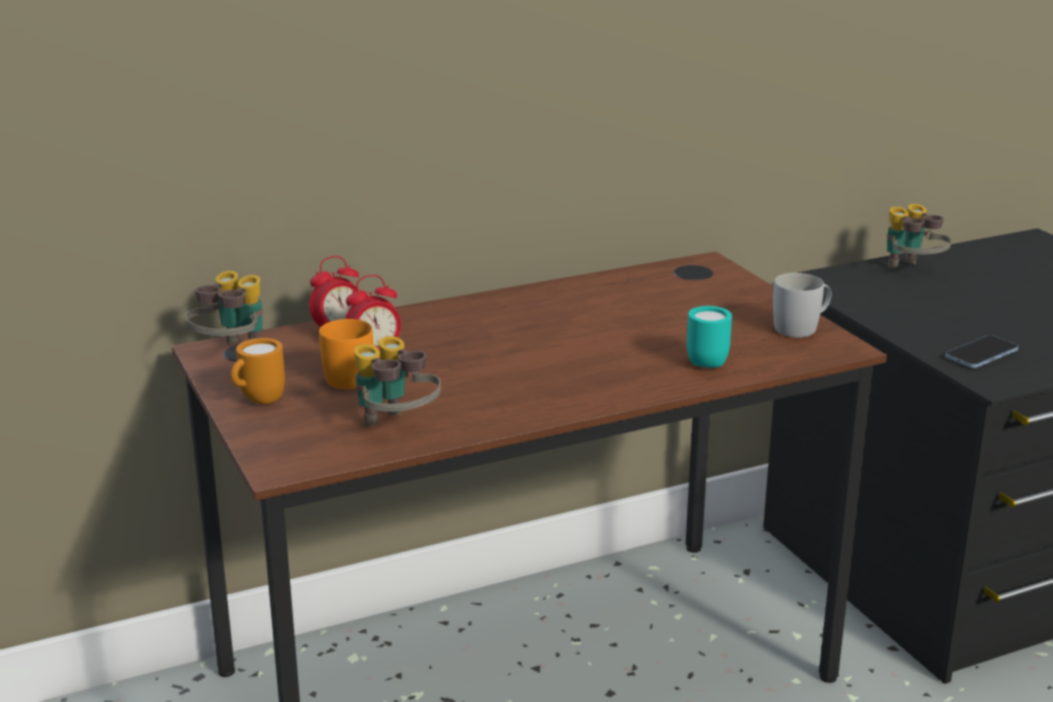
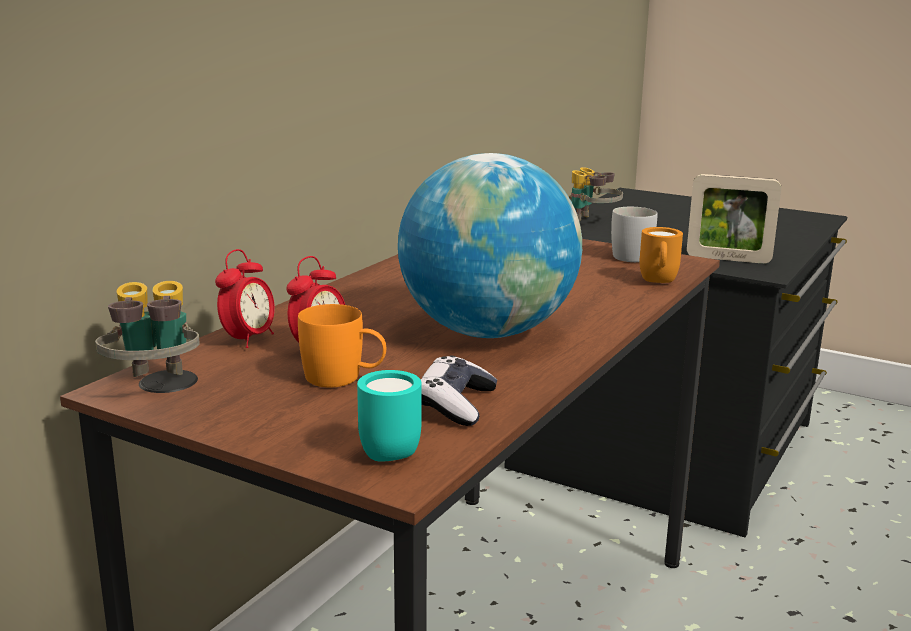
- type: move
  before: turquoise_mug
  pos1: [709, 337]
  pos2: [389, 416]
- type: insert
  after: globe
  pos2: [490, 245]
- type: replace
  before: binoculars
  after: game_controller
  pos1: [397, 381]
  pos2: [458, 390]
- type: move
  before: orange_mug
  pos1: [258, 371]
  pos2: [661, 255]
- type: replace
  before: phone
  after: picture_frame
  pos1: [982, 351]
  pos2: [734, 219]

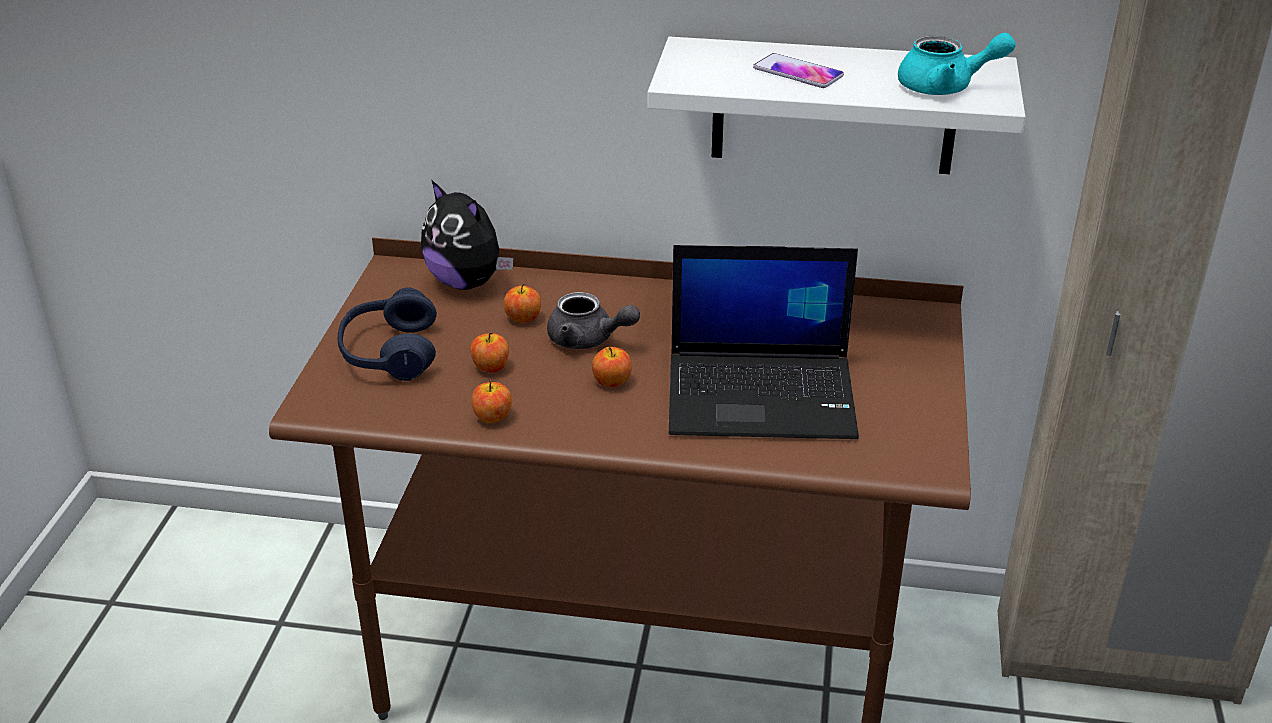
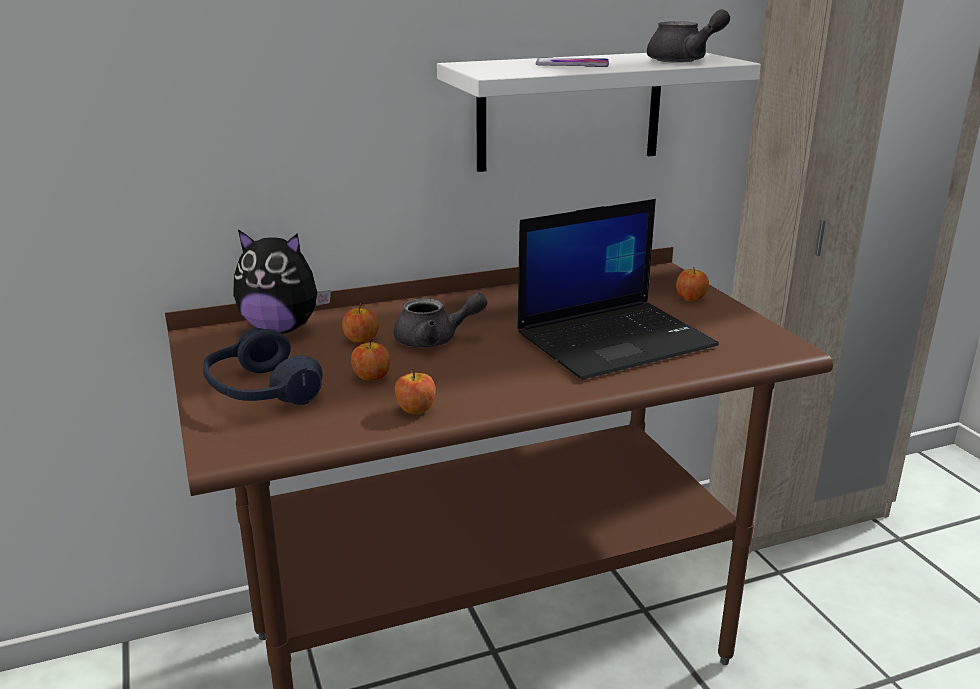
- type: recolor
  before: turquoise_teapot
  after: grey_teapot
  pos1: [957, 64]
  pos2: [688, 36]
- type: move
  before: apple
  pos1: [612, 367]
  pos2: [692, 283]

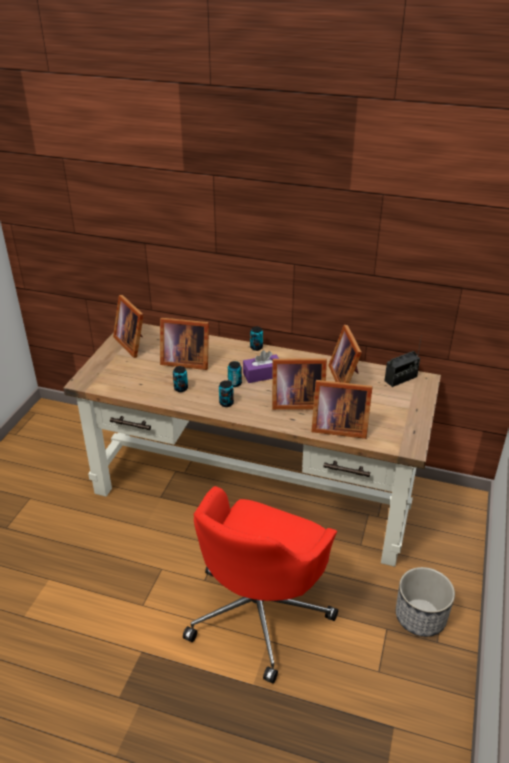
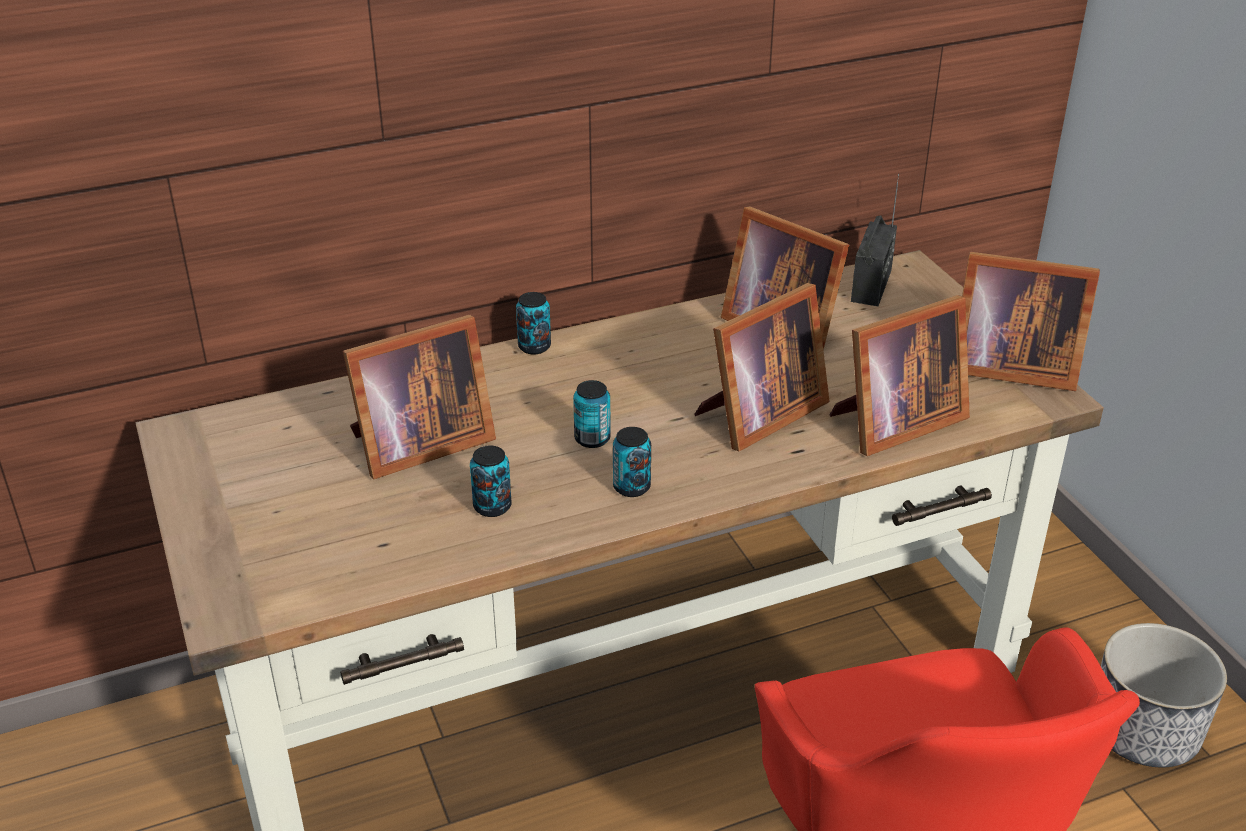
- type: move
  before: picture_frame
  pos1: [128, 326]
  pos2: [1031, 321]
- type: delete
  before: purple_tissue_box
  pos1: [261, 366]

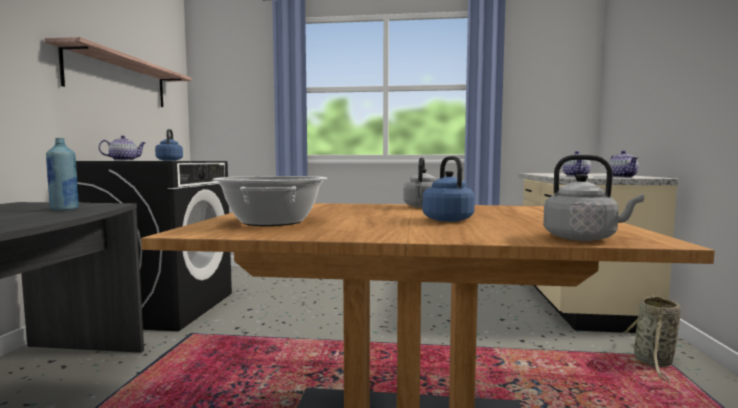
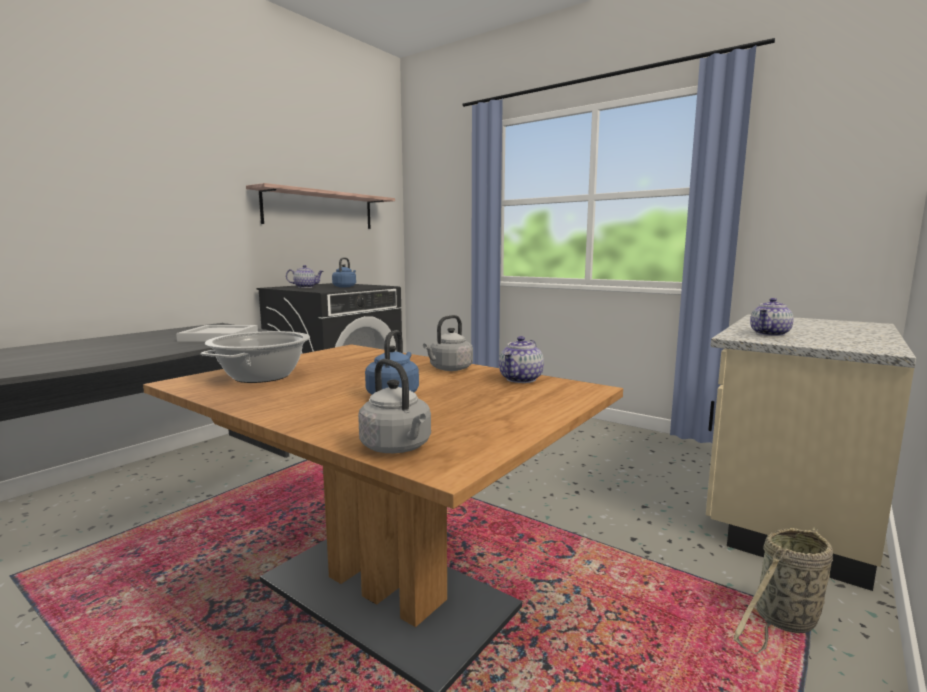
- type: replace
  before: blue_bottle
  after: white_tray
  pos1: [62, 174]
  pos2: [217, 333]
- type: move
  before: teapot
  pos1: [624, 164]
  pos2: [521, 359]

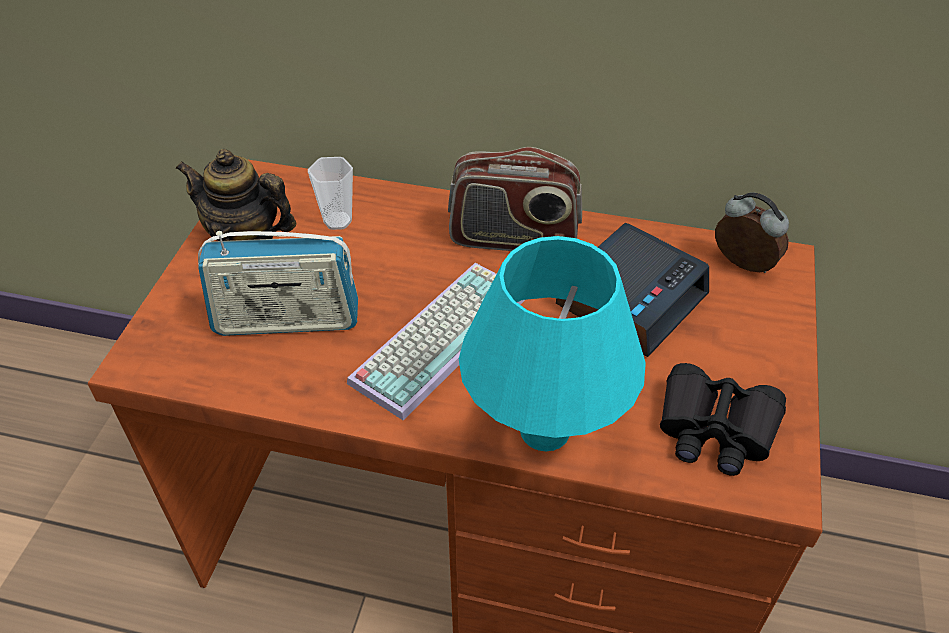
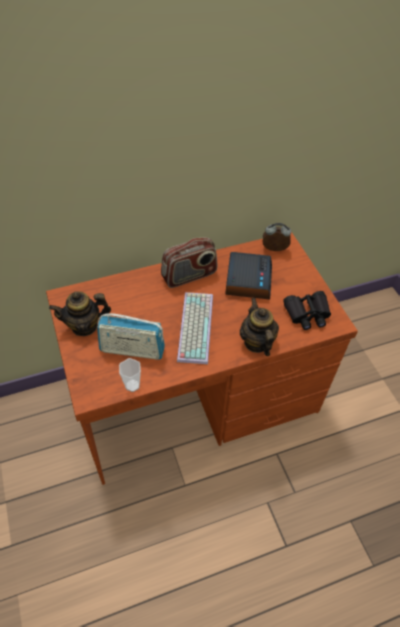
- type: rotate
  before: radio
  pos1: [278, 283]
  pos2: [131, 336]
  turn: 45
- type: move
  before: cup
  pos1: [330, 193]
  pos2: [130, 375]
- type: replace
  before: turquoise_table_lamp
  after: teapot
  pos1: [552, 343]
  pos2: [259, 327]

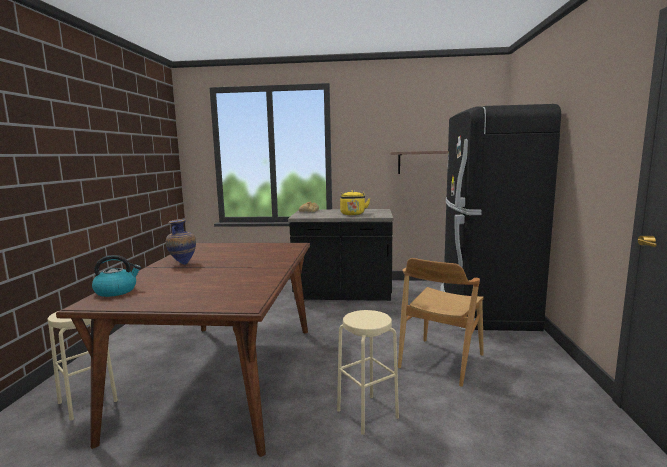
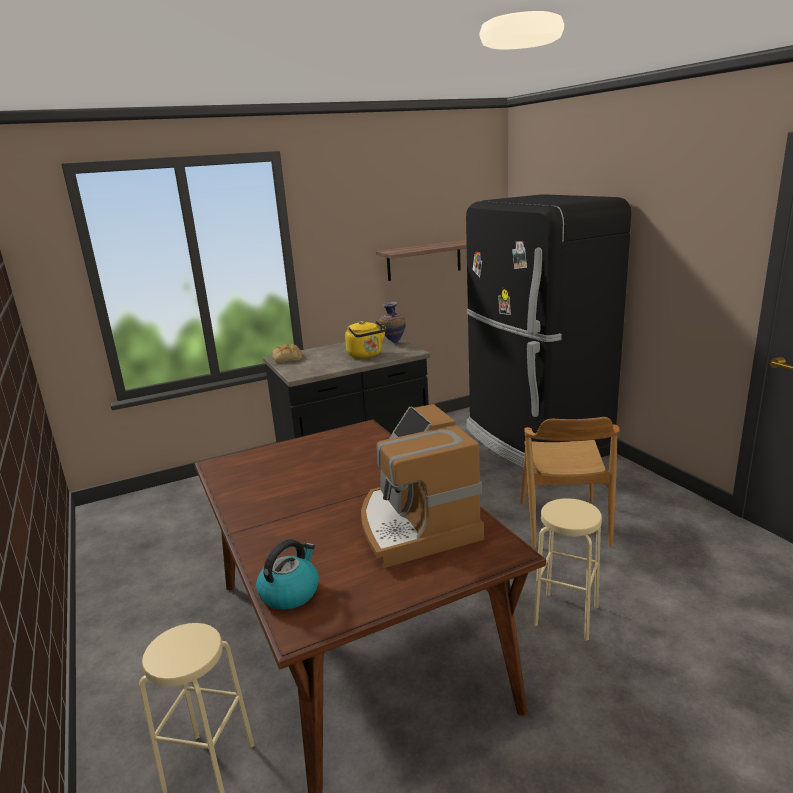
- type: insert
  after: coffee_machine
  pos2: [422, 486]
- type: move
  before: vase
  pos1: [181, 242]
  pos2: [392, 322]

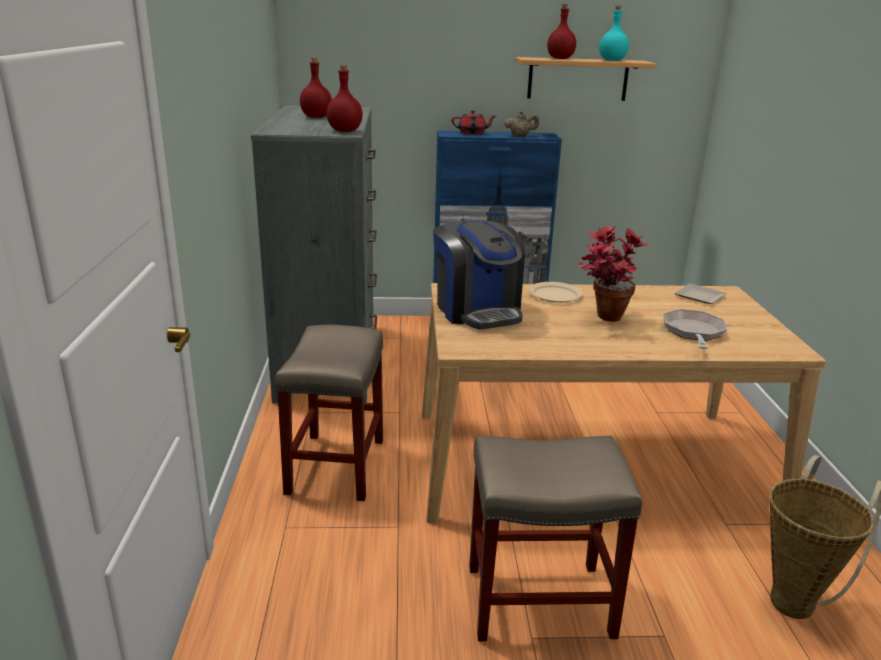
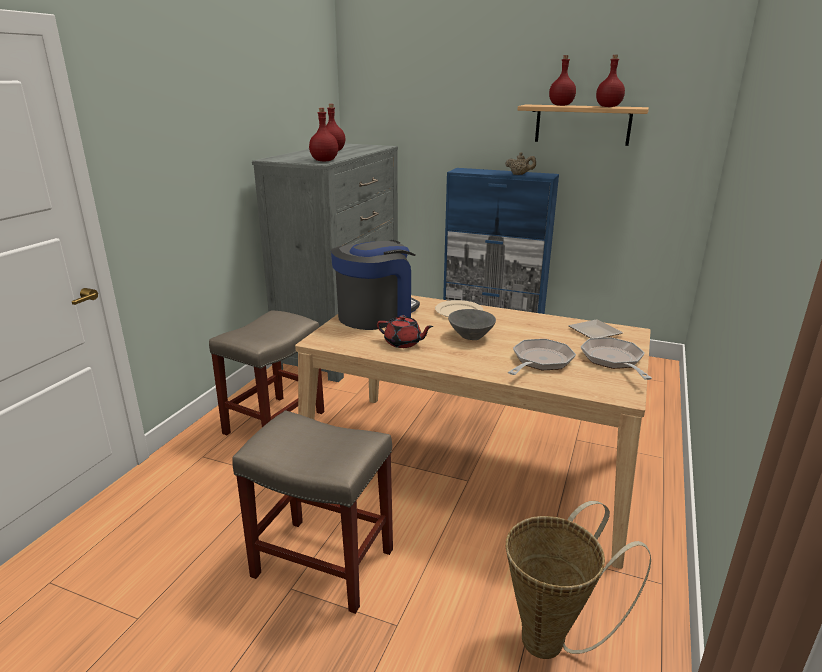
- type: rotate
  before: coffee_machine
  pos1: [479, 275]
  pos2: [375, 285]
  turn: -135
- type: move
  before: red_teapot
  pos1: [474, 122]
  pos2: [405, 331]
- type: replace
  before: potted_plant
  after: grey_bowl
  pos1: [614, 274]
  pos2: [472, 324]
- type: insert
  after: frying_pan
  pos2: [616, 358]
- type: recolor
  before: turquoise_bottle
  after: red_bottle
  pos1: [614, 33]
  pos2: [610, 81]

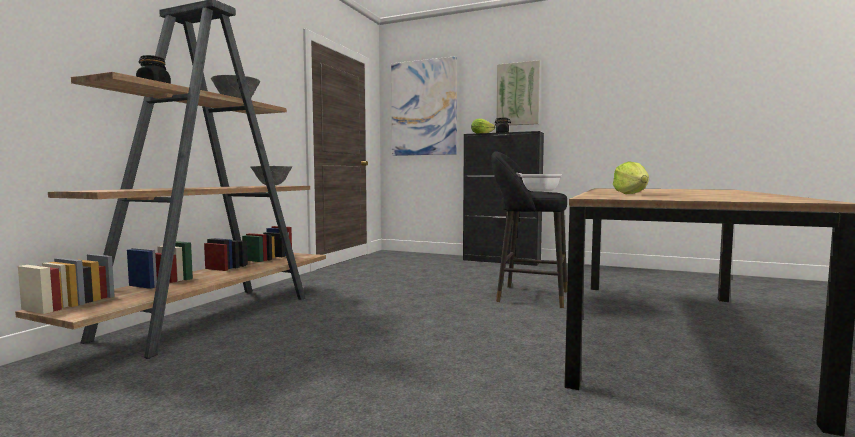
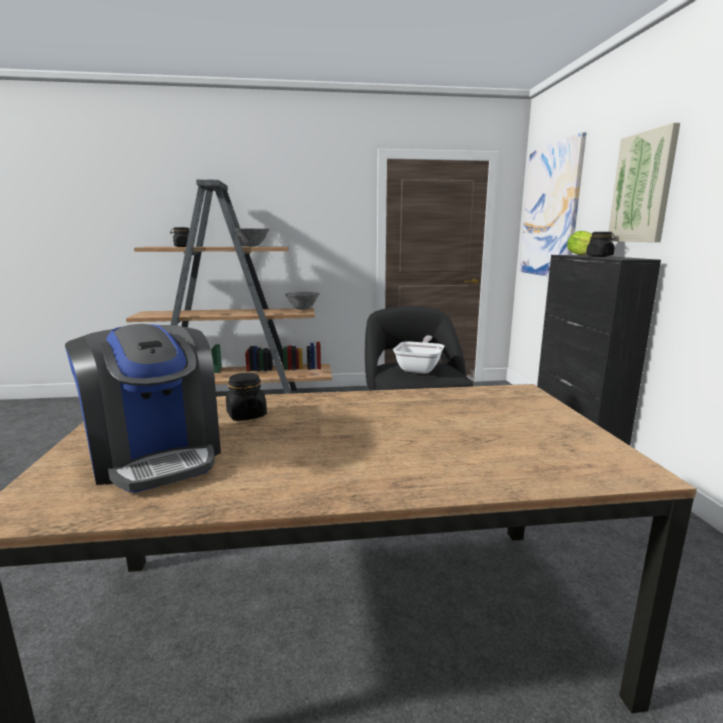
- type: insert
  after: coffee_machine
  pos2: [143, 408]
- type: replace
  before: lettuce
  after: black_jar
  pos1: [631, 178]
  pos2: [246, 397]

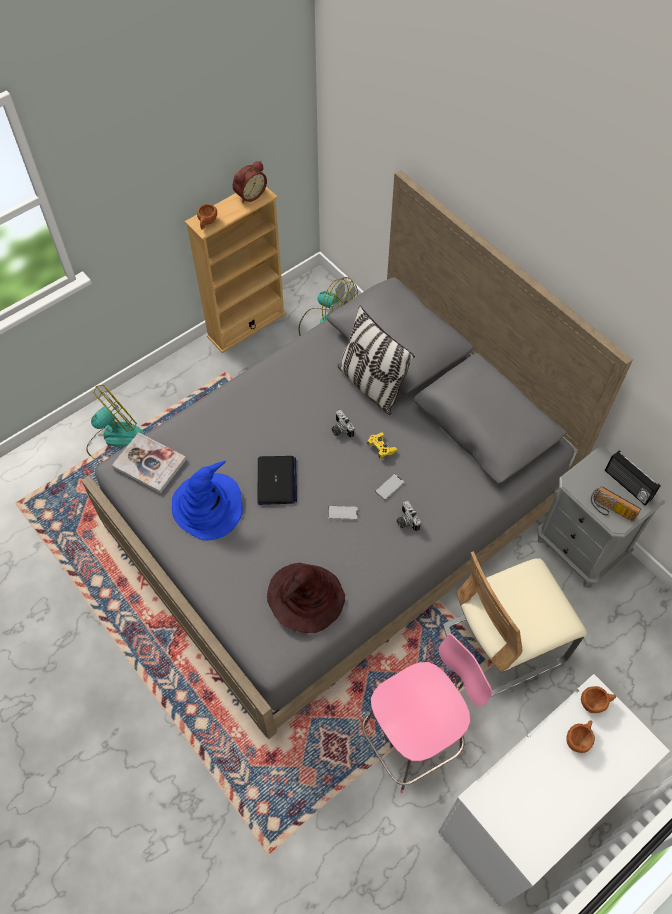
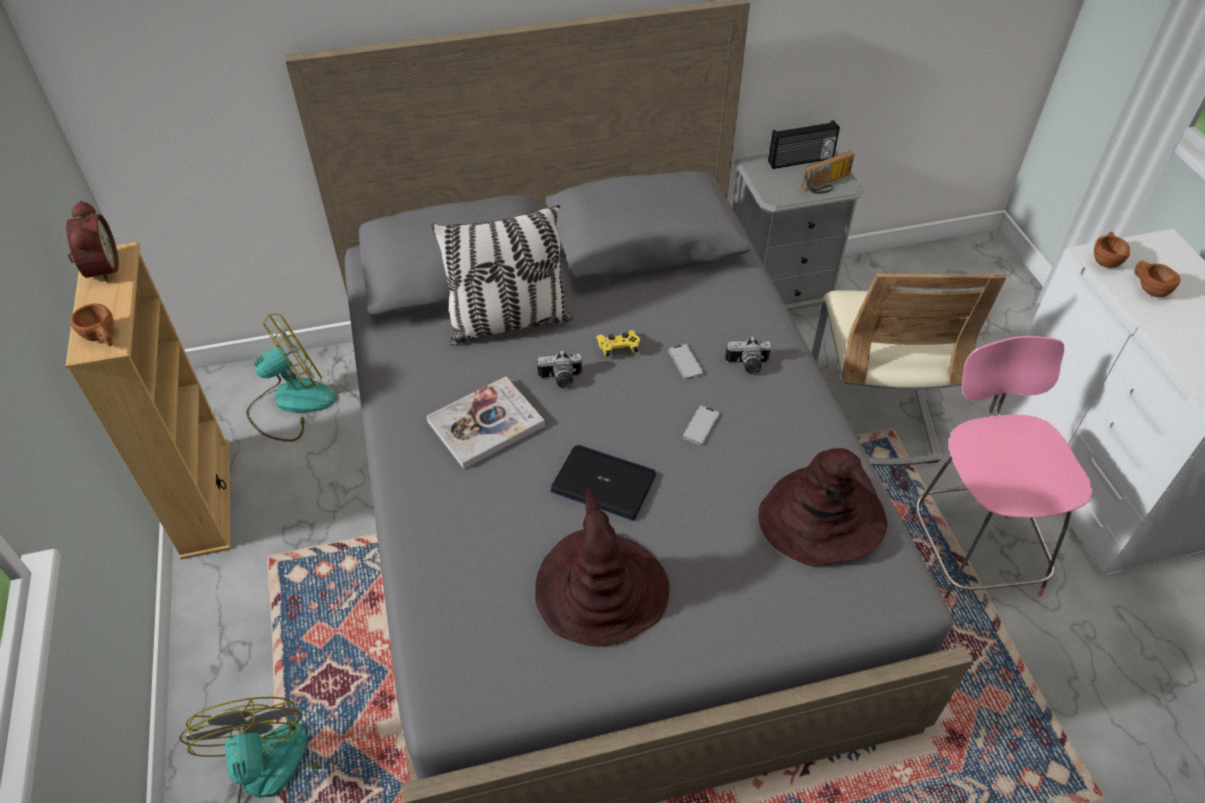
- type: move
  before: book
  pos1: [149, 463]
  pos2: [485, 422]
- type: recolor
  before: blue_hat
  after: brown_hat
  pos1: [207, 500]
  pos2: [602, 567]

